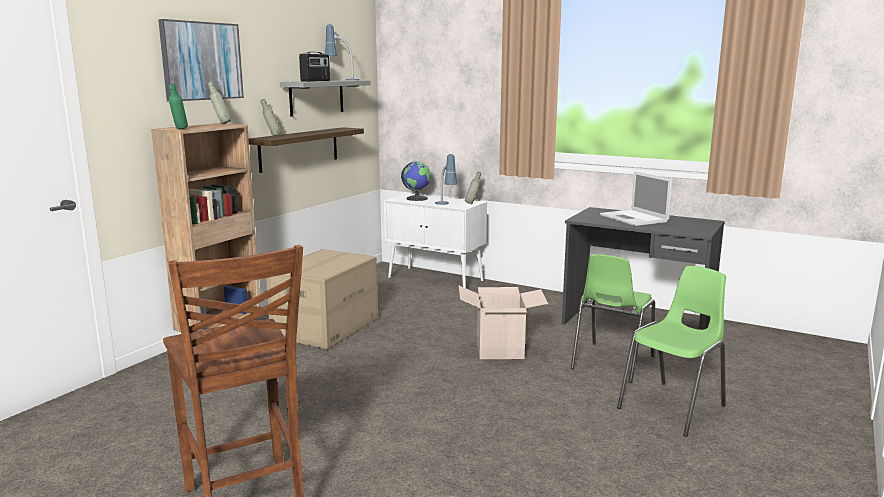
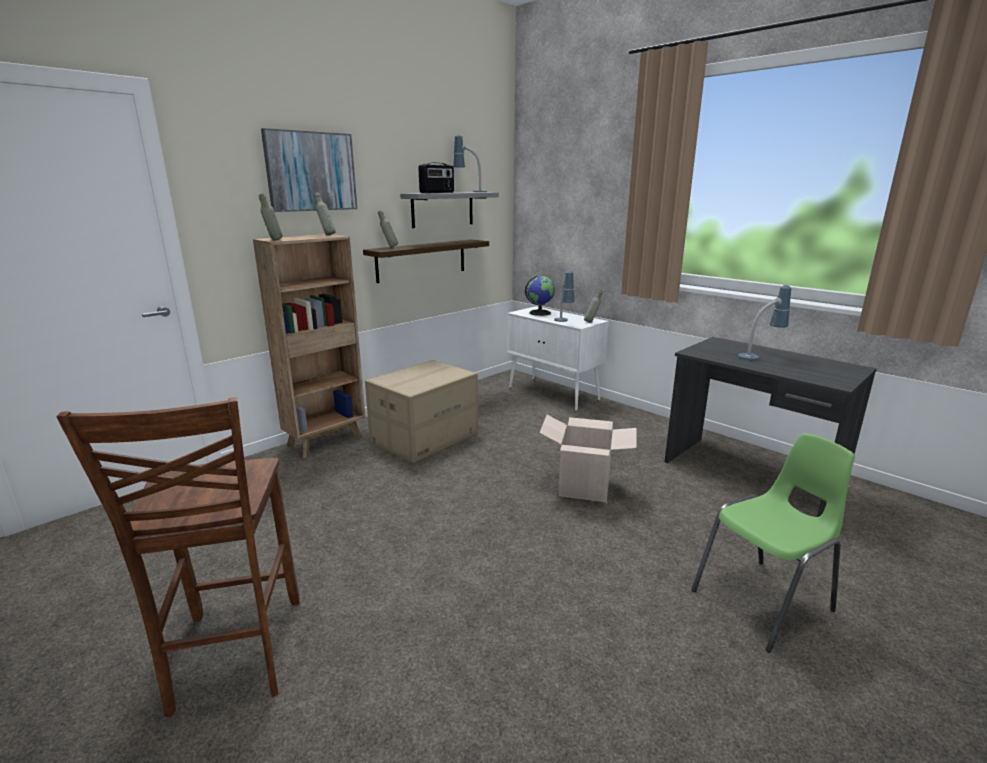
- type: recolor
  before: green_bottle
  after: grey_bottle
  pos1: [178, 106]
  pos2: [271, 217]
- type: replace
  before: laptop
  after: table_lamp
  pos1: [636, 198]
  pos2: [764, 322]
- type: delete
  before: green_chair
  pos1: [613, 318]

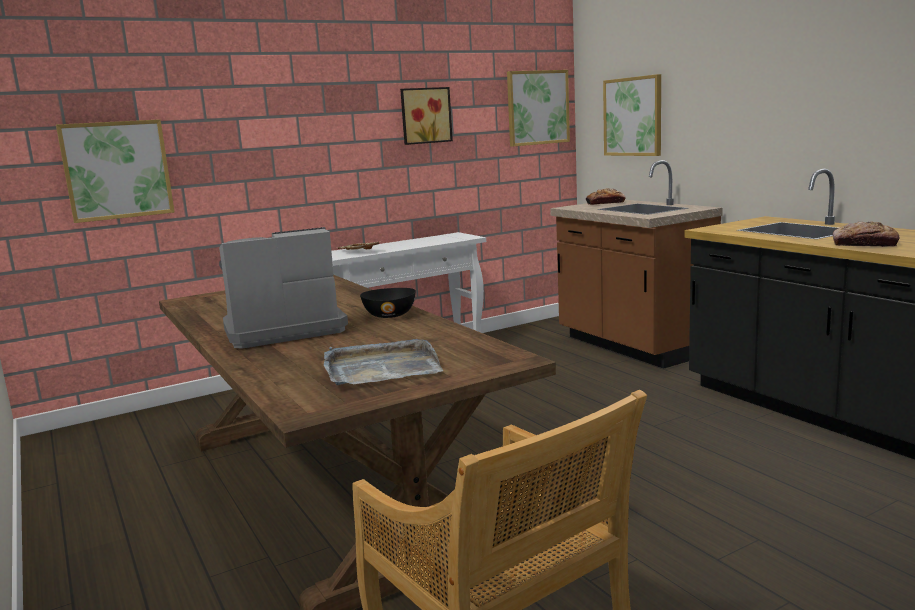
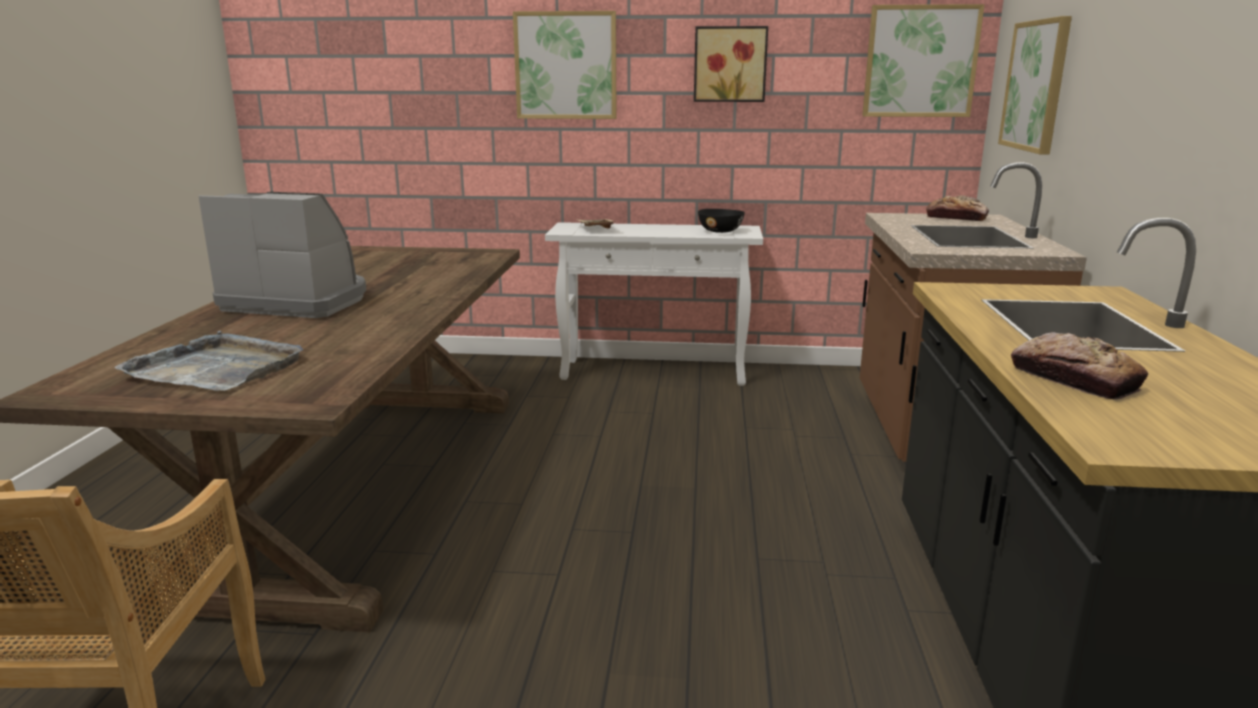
- type: move
  before: picture
  pos1: [115, 171]
  pos2: [564, 65]
- type: move
  before: black_bowl
  pos1: [388, 303]
  pos2: [721, 221]

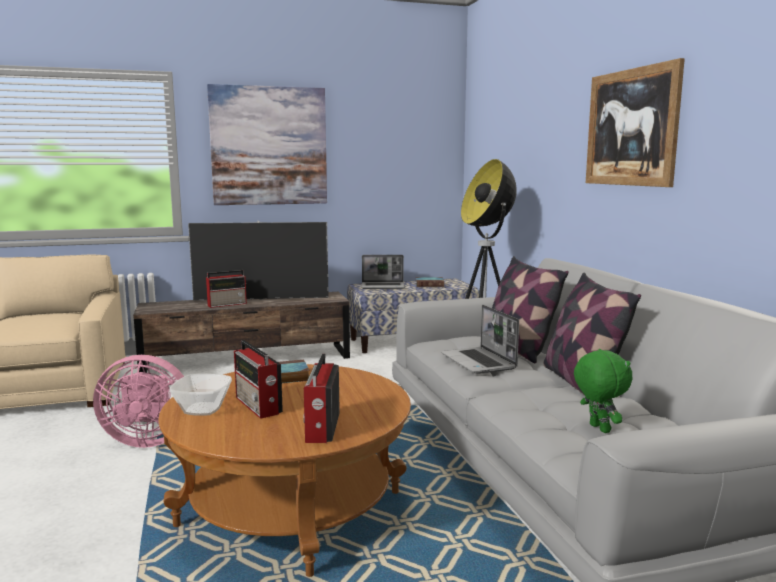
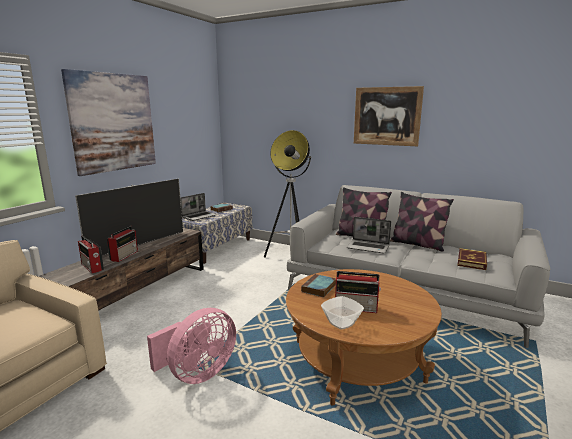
- type: move
  before: radio
  pos1: [321, 398]
  pos2: [91, 254]
- type: replace
  before: green_plush_toy
  after: book
  pos1: [603, 391]
  pos2: [472, 259]

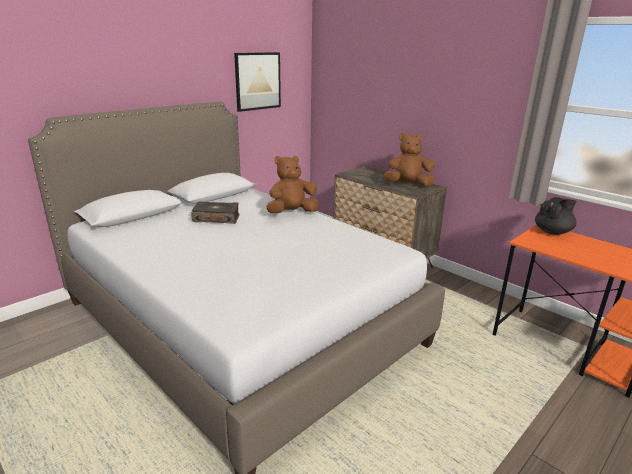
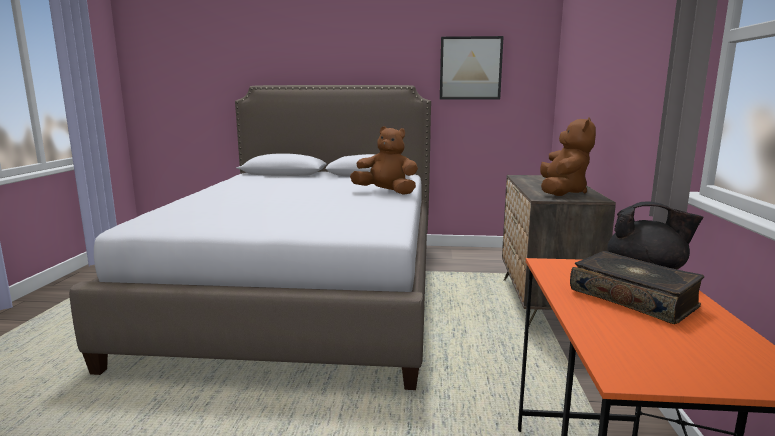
- type: rotate
  before: brown_plush_toy
  pos1: [409, 159]
  pos2: [568, 156]
  turn: 60
- type: move
  before: book
  pos1: [215, 213]
  pos2: [637, 287]

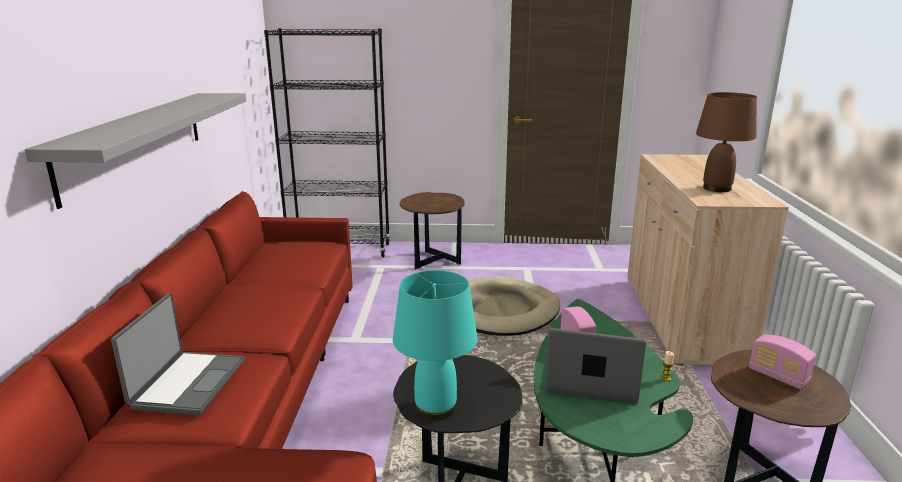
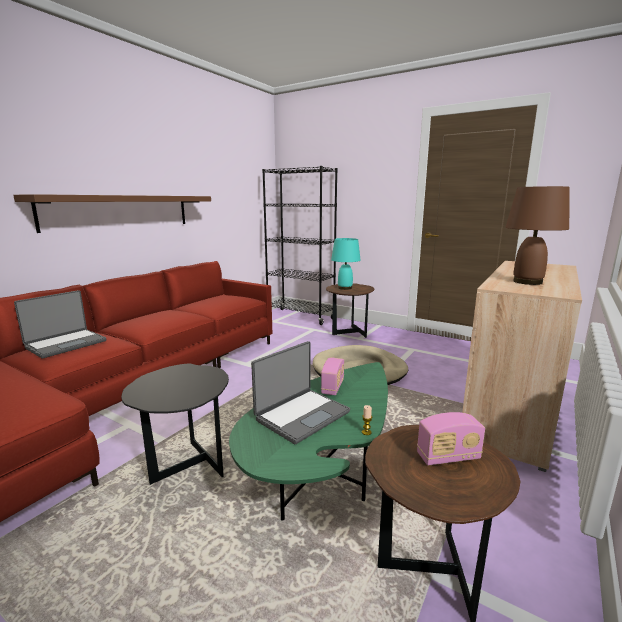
- type: recolor
  before: grey_shelf
  after: brown_shelf
  pos1: [135, 151]
  pos2: [112, 213]
- type: rotate
  before: laptop
  pos1: [595, 366]
  pos2: [300, 392]
  turn: 90
- type: move
  before: turquoise_table_lamp
  pos1: [435, 345]
  pos2: [346, 264]
- type: rotate
  before: radio
  pos1: [782, 361]
  pos2: [451, 438]
  turn: -90

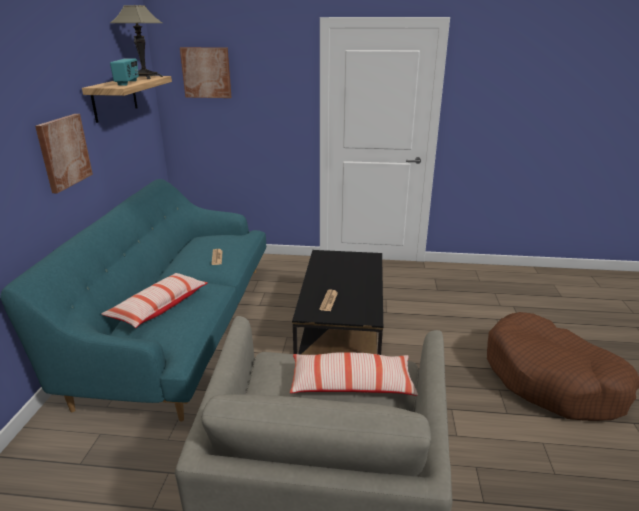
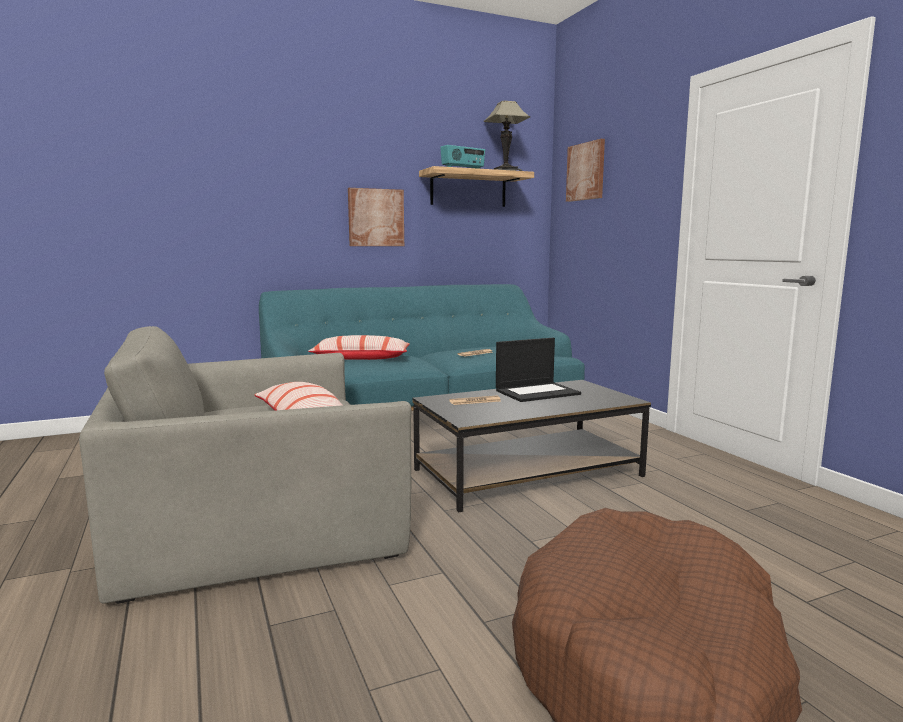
- type: insert
  after: laptop
  pos2: [538, 370]

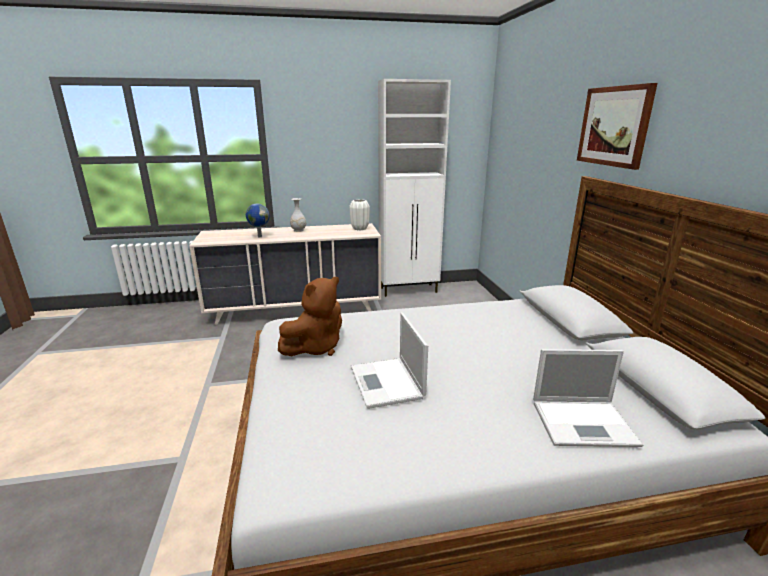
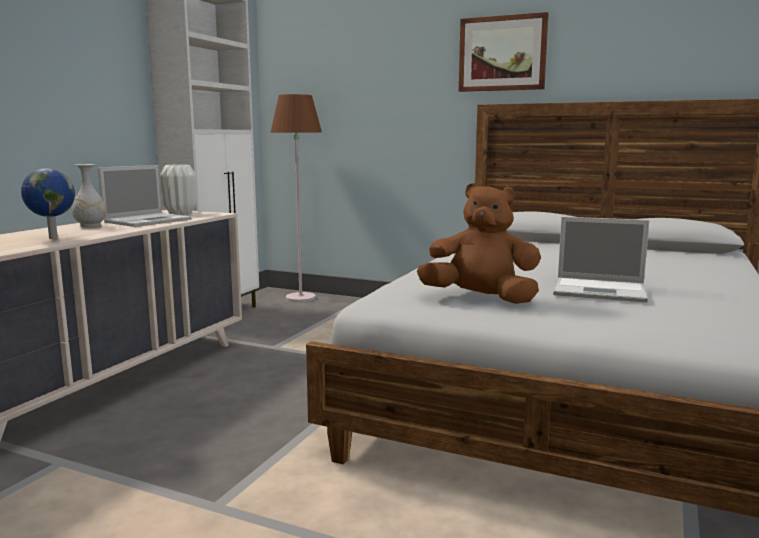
- type: move
  before: laptop
  pos1: [588, 398]
  pos2: [145, 196]
- type: insert
  after: brown_floor_lamp
  pos2: [296, 198]
- type: rotate
  before: brown_plush_toy
  pos1: [310, 316]
  pos2: [479, 243]
  turn: -60

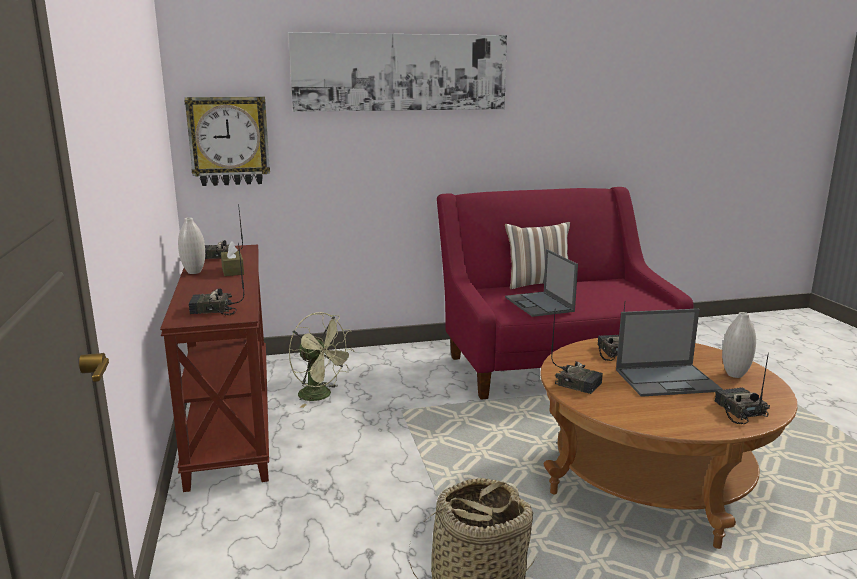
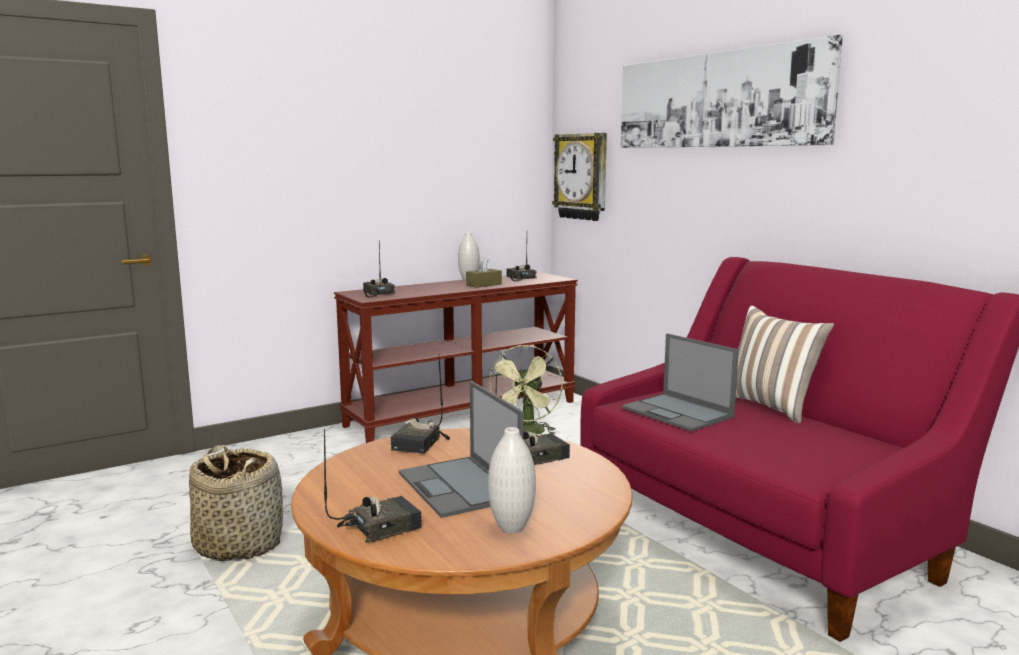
- type: rotate
  before: laptop
  pos1: [541, 283]
  pos2: [680, 382]
  turn: -90

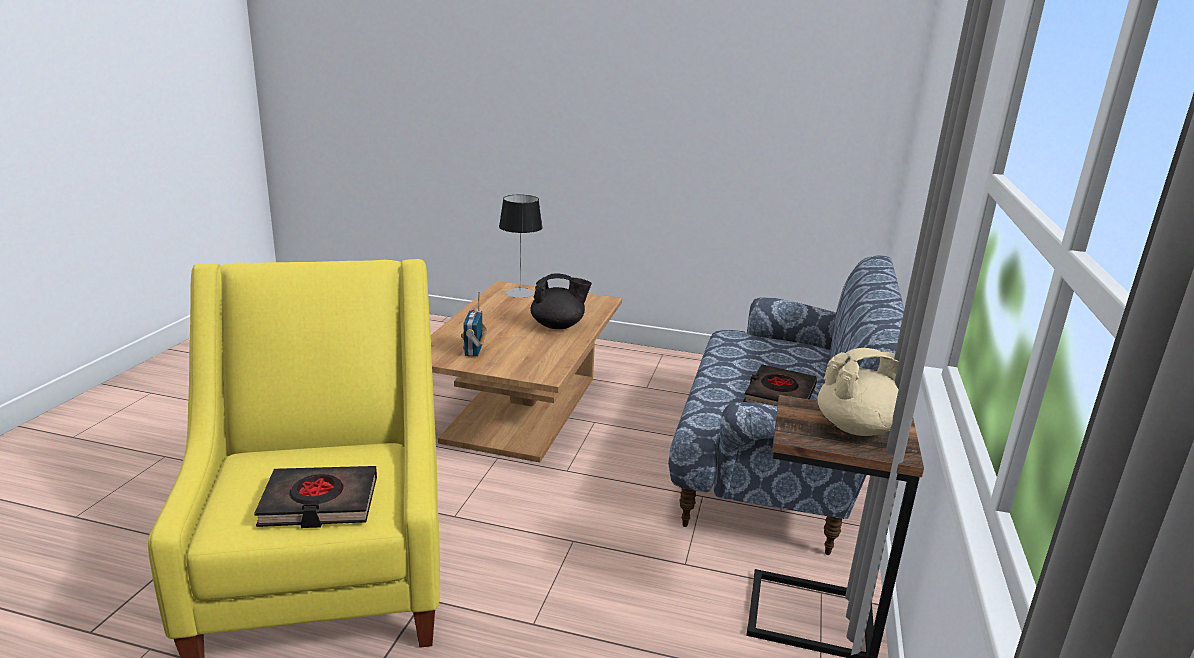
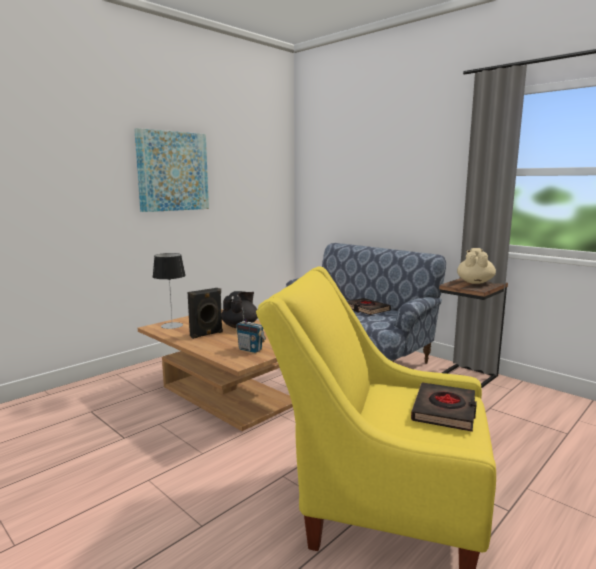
- type: insert
  after: picture
  pos2: [171, 170]
- type: insert
  after: black_speaker
  pos2: [205, 313]

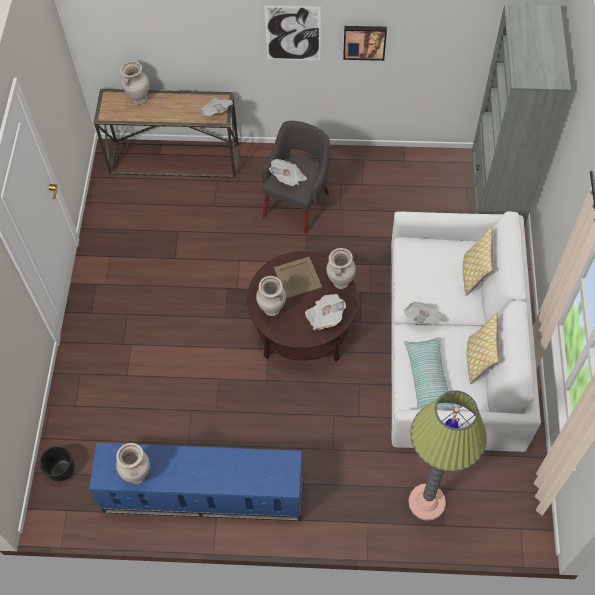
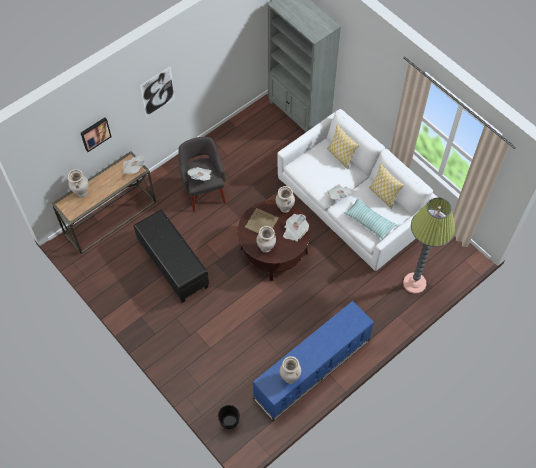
- type: move
  before: picture
  pos1: [365, 43]
  pos2: [96, 134]
- type: insert
  after: black_ottoman
  pos2: [171, 256]

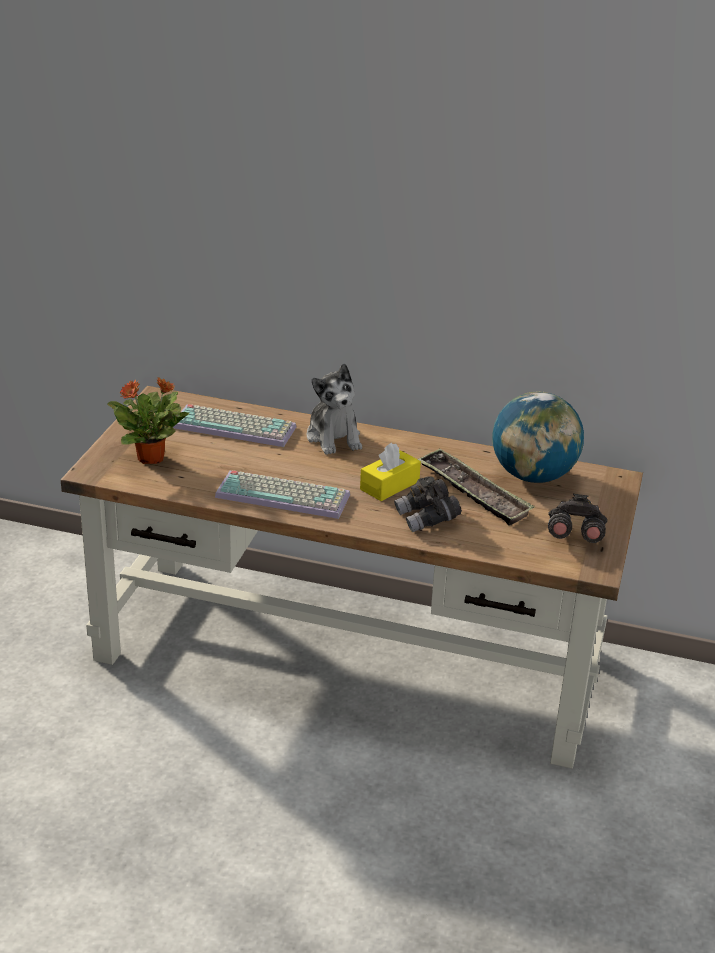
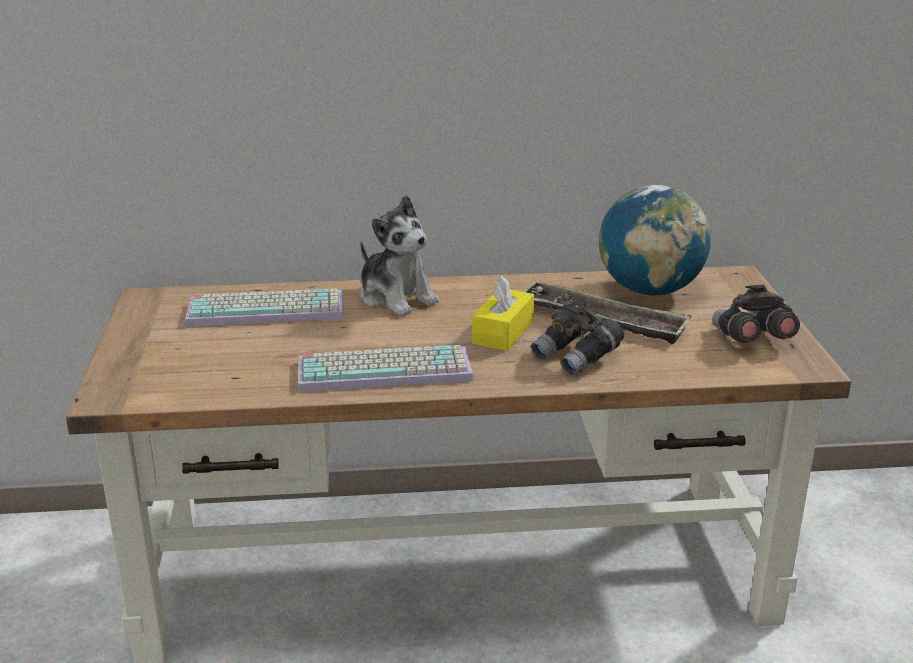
- type: delete
  before: potted_plant
  pos1: [148, 420]

